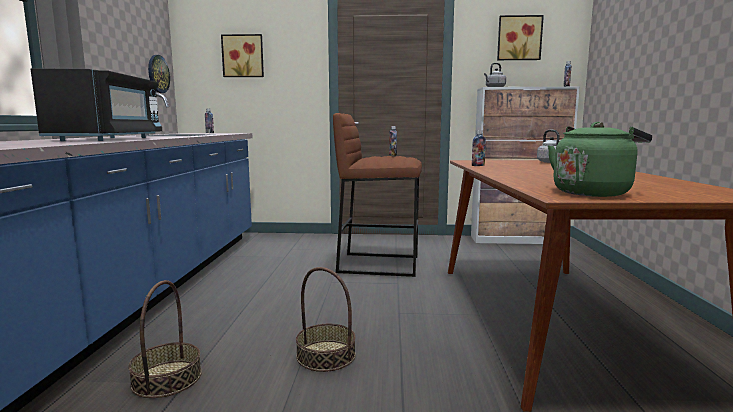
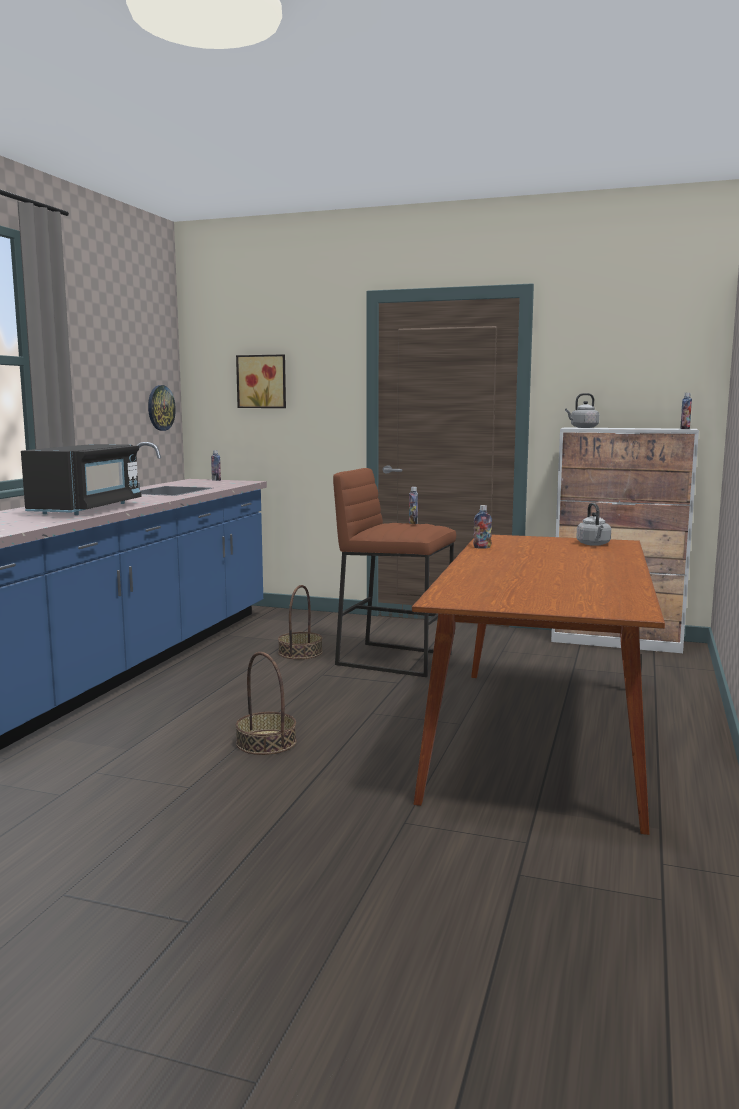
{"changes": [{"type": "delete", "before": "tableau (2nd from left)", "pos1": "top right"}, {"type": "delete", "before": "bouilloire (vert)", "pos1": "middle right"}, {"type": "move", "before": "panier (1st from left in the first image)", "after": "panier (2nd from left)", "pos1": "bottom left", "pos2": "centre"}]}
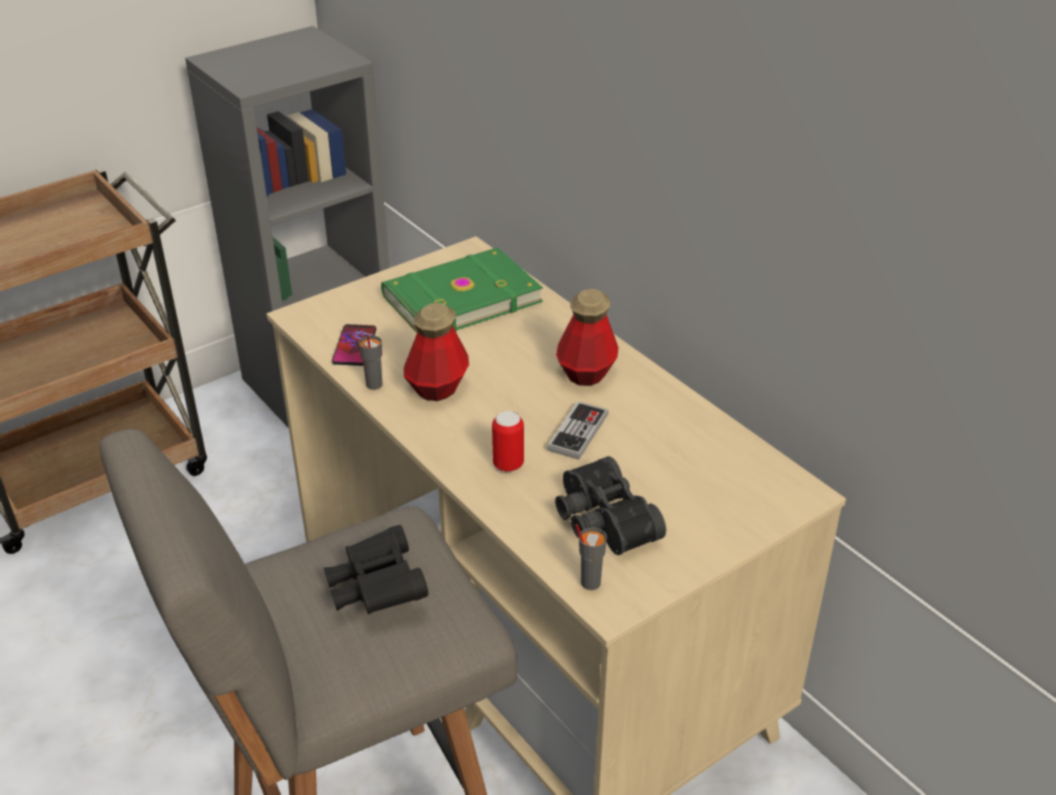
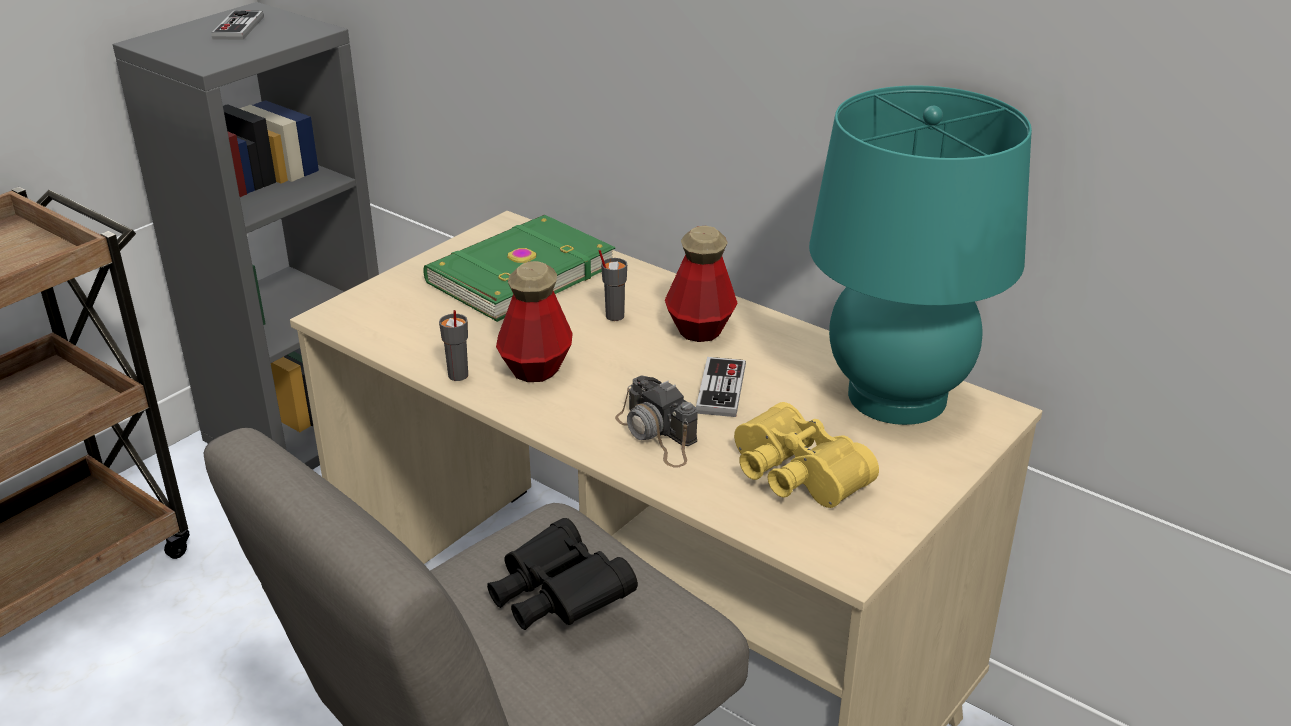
{"changes": [{"type": "delete", "before": "téléphone", "pos1": "centre"}, {"type": "replace", "before": "boîte métallique", "after": "appareil photo", "pos1": "centre", "pos2": "centre"}, {"type": "recolor", "before": "jumelles (noir) (2nd from left)", "after": "jumelles (jaune)", "pos1": "centre", "pos2": "centre"}, {"type": "move", "before": "tasse (gris) (2nd from left)", "pos1": "bottom centre", "pos2": "centre"}, {"type": "insert", "after": "manette (1st from left)", "pos2": "top left"}, {"type": "insert", "after": "lampe de table (turquoise)", "pos2": "middle right"}]}
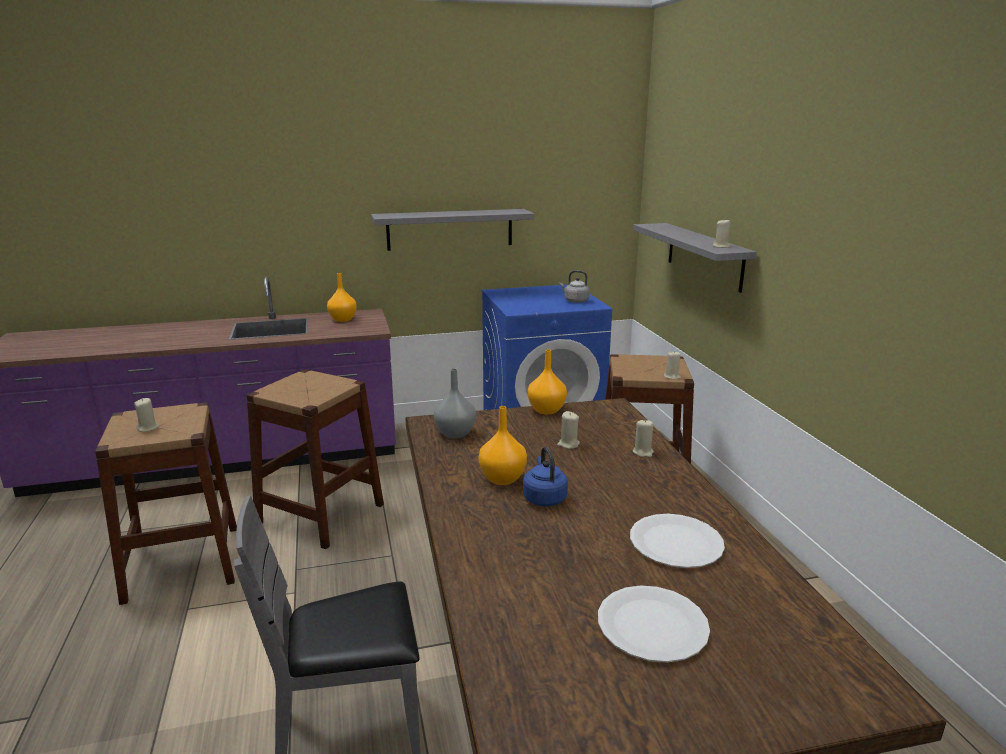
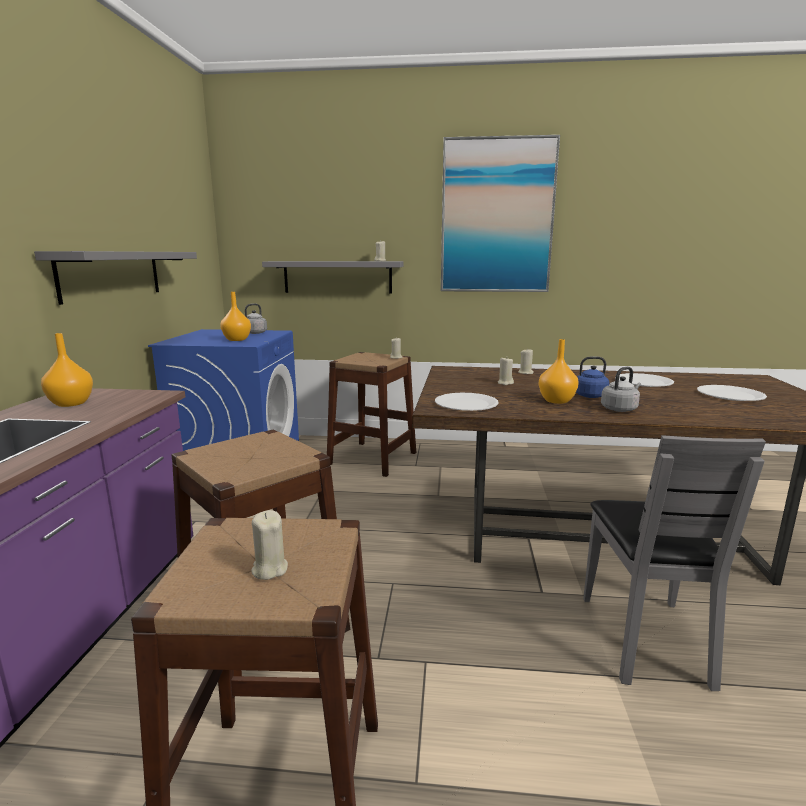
{"changes": [{"type": "move", "before": "vase (orange) (3rd from left in the first image)", "after": "vase (orange) (2nd from left)", "pos1": "centre", "pos2": "middle left"}, {"type": "replace", "before": "vase (gris)", "after": "assiette (blanc) (1st from left)", "pos1": "centre", "pos2": "centre"}, {"type": "insert", "after": "tableau", "pos2": "top centre"}, {"type": "insert", "after": "bouilloire (gris) (2nd from left)", "pos2": "middle right"}]}
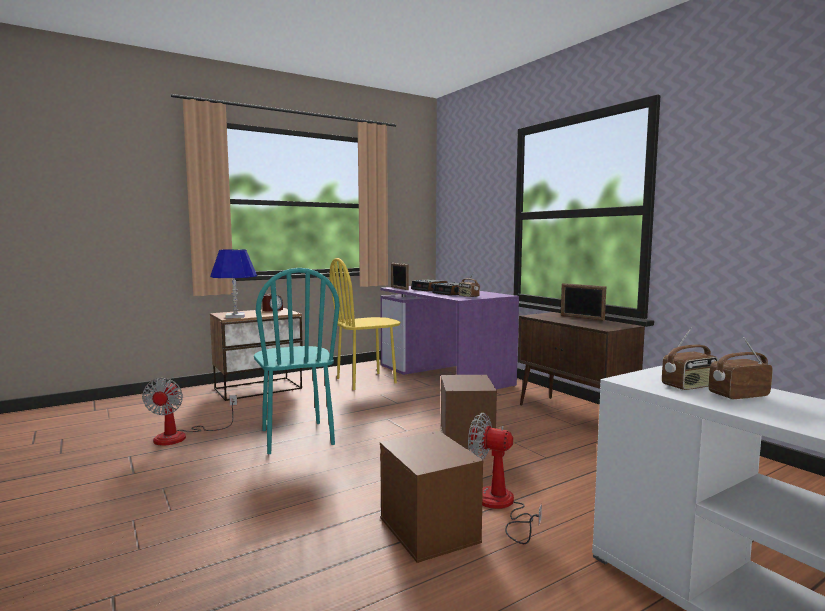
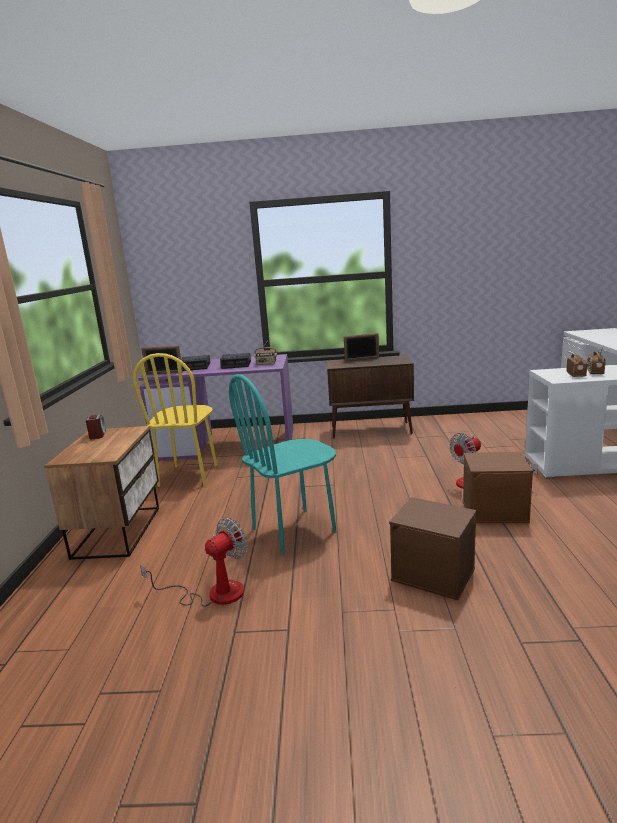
{"changes": [{"type": "delete", "before": "lampe de table (bleu)", "pos1": "middle left"}, {"type": "rotate", "before": "chaise (turquoise)", "pos1": "centre", "pos2": "centre", "turn": 135}, {"type": "move", "before": "boîte de rangement (marron) (2nd from left in the first image)", "after": "boîte de rangement (marron) (1st from left)", "pos1": "bottom centre", "pos2": "middle right"}, {"type": "rotate", "before": "ventilateur (1st from left)", "pos1": "bottom left", "pos2": "bottom left", "turn": -75}]}
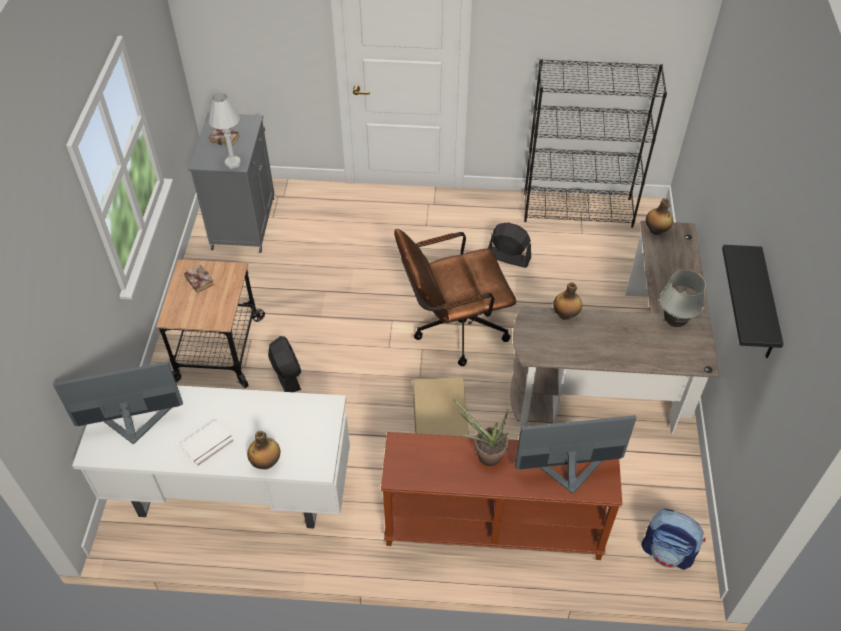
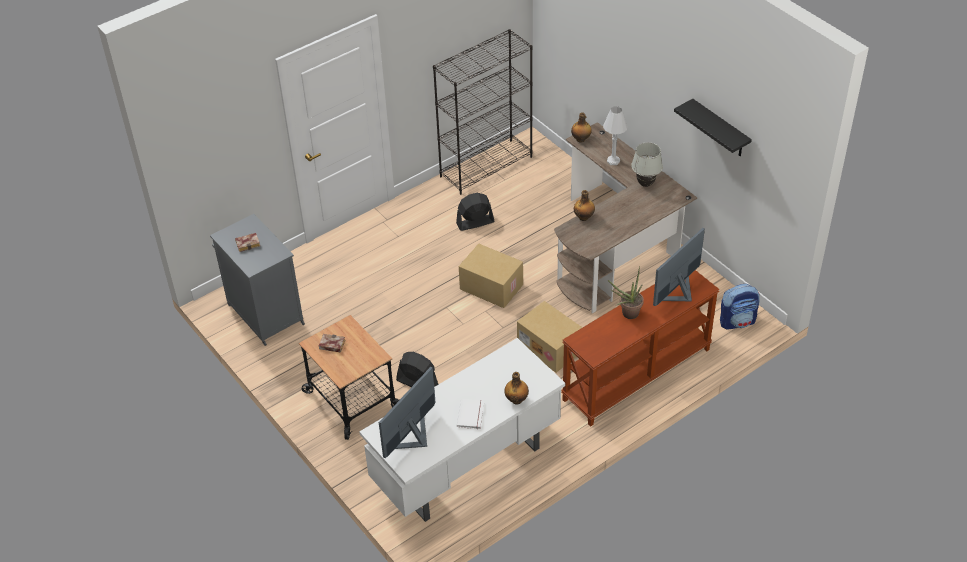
{"changes": [{"type": "move", "before": "lampe de table (blanc) (1st from left)", "pos1": "top left", "pos2": "top centre"}, {"type": "replace", "before": "chaise de bureau (marron)", "after": "carton (1st from left)", "pos1": "centre", "pos2": "centre"}]}
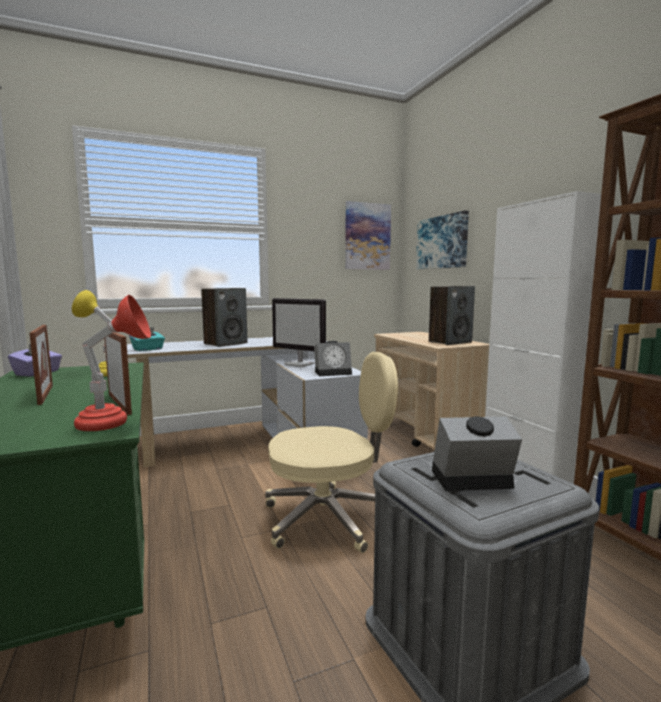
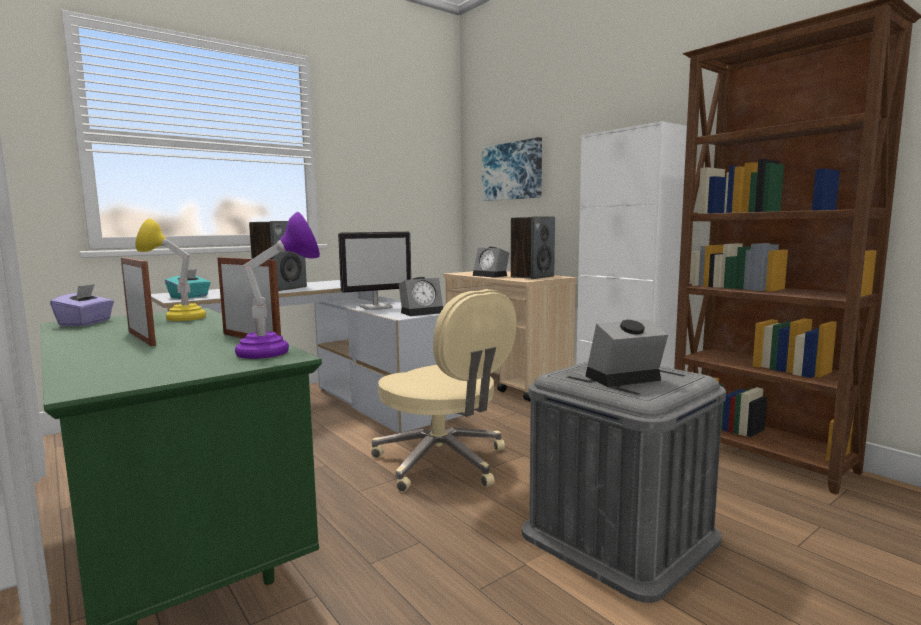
{"changes": [{"type": "delete", "before": "tableau (1st from left)", "pos1": "centre"}, {"type": "recolor", "before": "lampe de table (rouge)", "after": "lampe de table (violet)", "pos1": "middle left", "pos2": "middle left"}, {"type": "rotate", "before": "écran d'ordinateur", "pos1": "centre", "pos2": "centre", "turn": -45}, {"type": "rotate", "before": "chaise de bureau (beige)", "pos1": "centre", "pos2": "centre", "turn": 75}, {"type": "insert", "after": "réveil (2nd from left)", "pos2": "centre"}]}
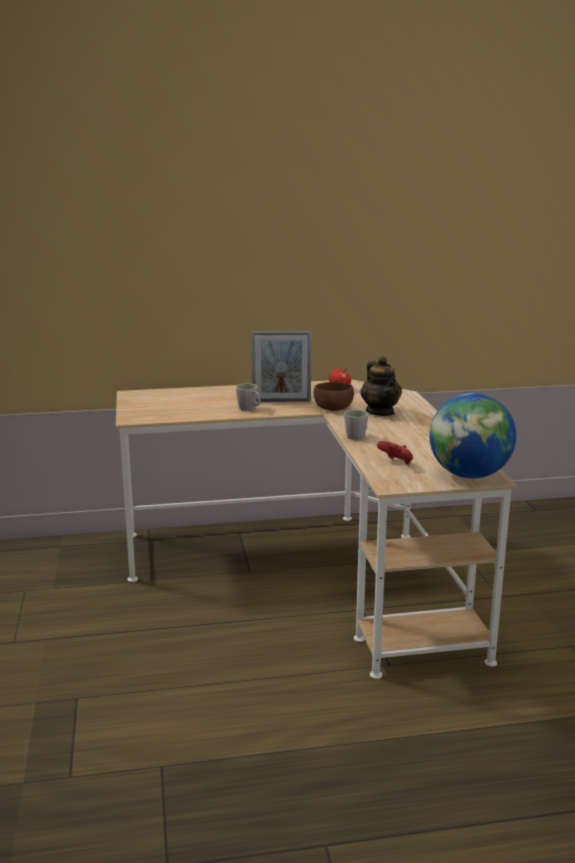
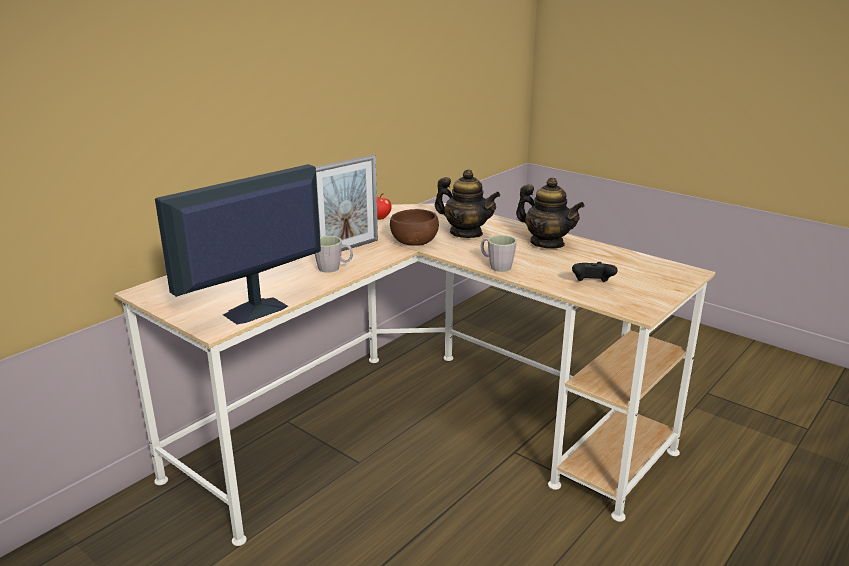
{"changes": [{"type": "delete", "before": "globe", "pos1": "middle right"}, {"type": "recolor", "before": "manette (rouge)", "after": "manette (noir)", "pos1": "middle right", "pos2": "middle right"}, {"type": "insert", "after": "écran d'ordinateur", "pos2": "middle left"}, {"type": "insert", "after": "théière (2nd from left)", "pos2": "centre"}]}
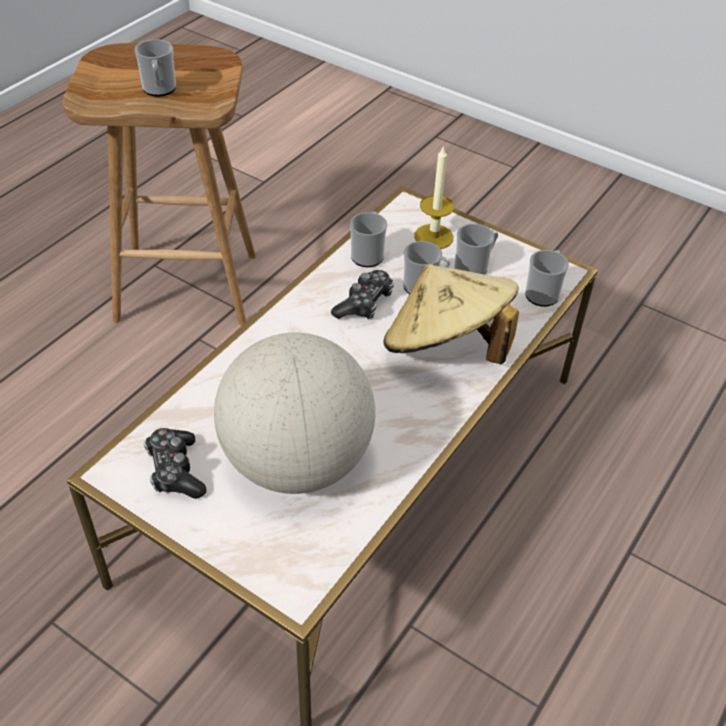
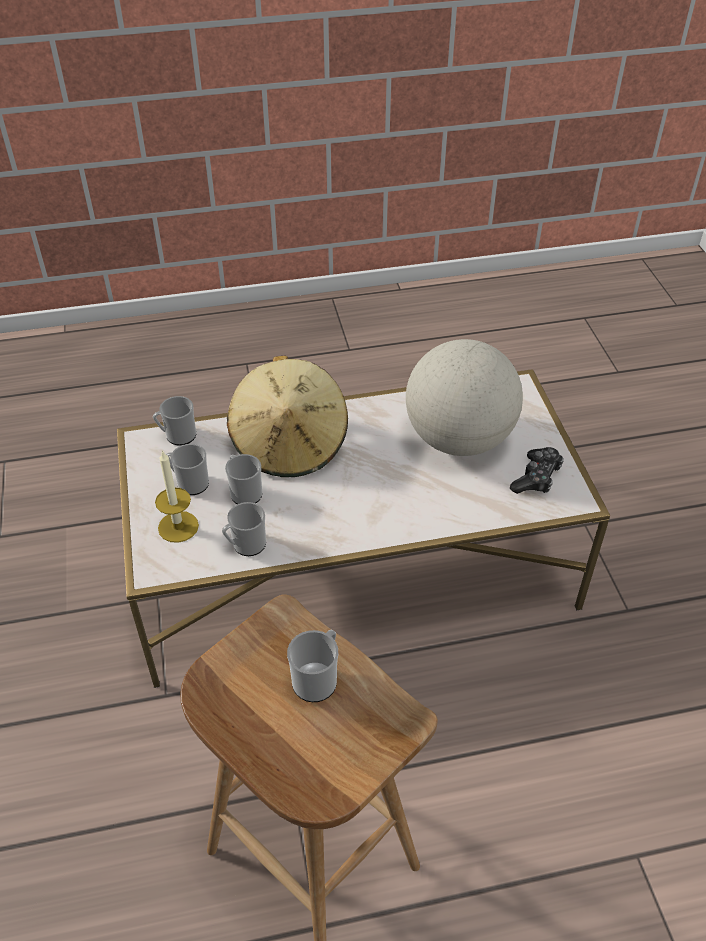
{"changes": [{"type": "delete", "before": "manette (2nd from left)", "pos1": "centre"}]}
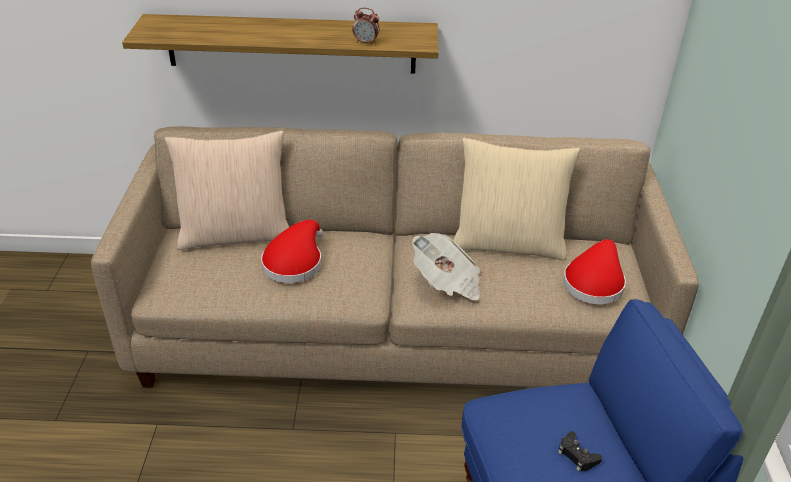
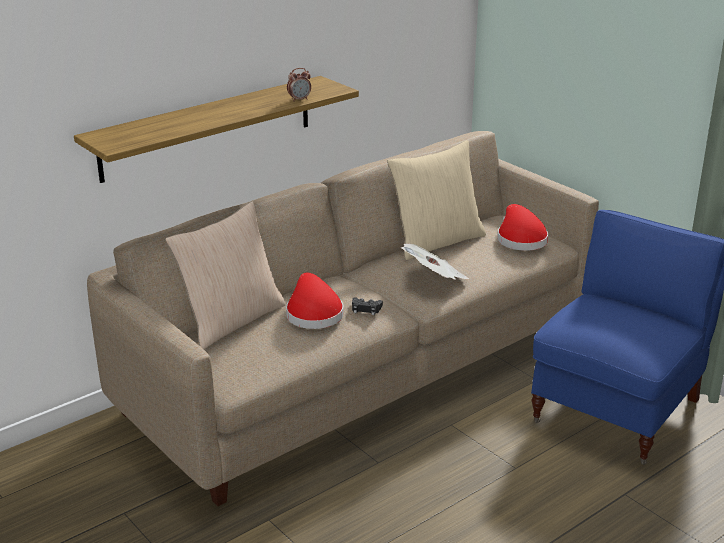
{"changes": [{"type": "move", "before": "manette (noir)", "pos1": "bottom right", "pos2": "centre"}]}
